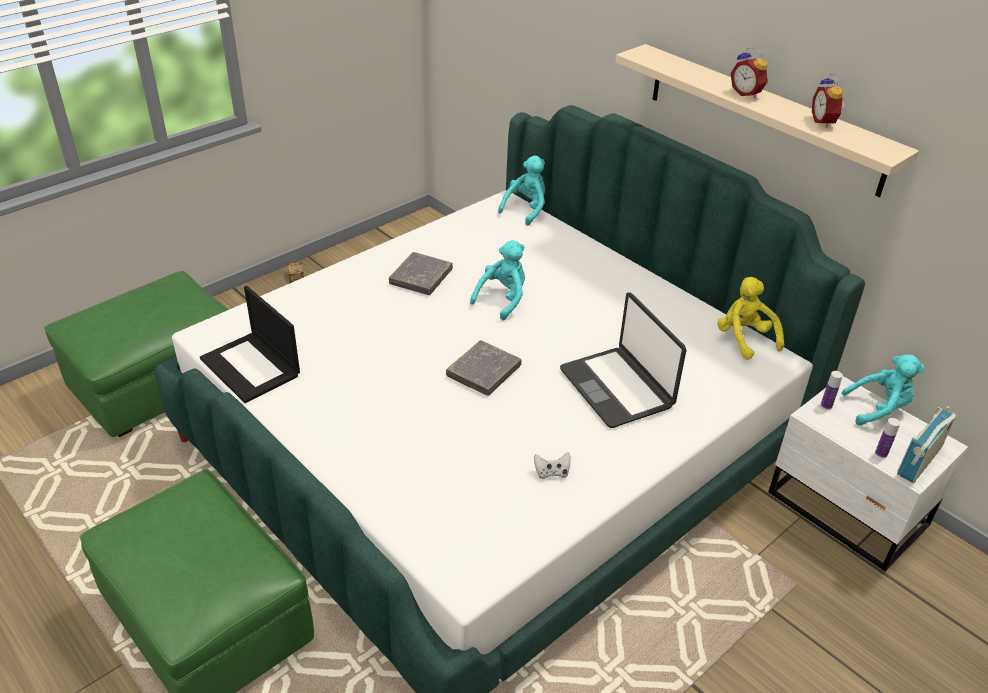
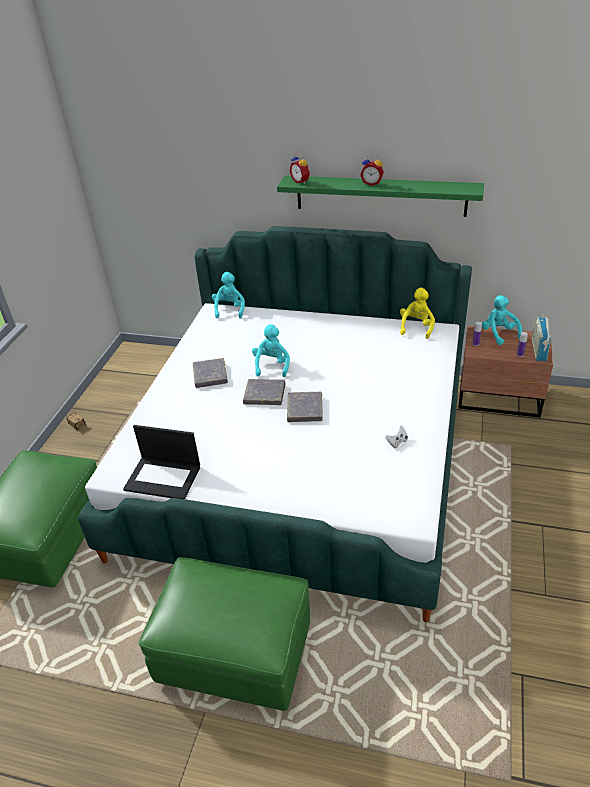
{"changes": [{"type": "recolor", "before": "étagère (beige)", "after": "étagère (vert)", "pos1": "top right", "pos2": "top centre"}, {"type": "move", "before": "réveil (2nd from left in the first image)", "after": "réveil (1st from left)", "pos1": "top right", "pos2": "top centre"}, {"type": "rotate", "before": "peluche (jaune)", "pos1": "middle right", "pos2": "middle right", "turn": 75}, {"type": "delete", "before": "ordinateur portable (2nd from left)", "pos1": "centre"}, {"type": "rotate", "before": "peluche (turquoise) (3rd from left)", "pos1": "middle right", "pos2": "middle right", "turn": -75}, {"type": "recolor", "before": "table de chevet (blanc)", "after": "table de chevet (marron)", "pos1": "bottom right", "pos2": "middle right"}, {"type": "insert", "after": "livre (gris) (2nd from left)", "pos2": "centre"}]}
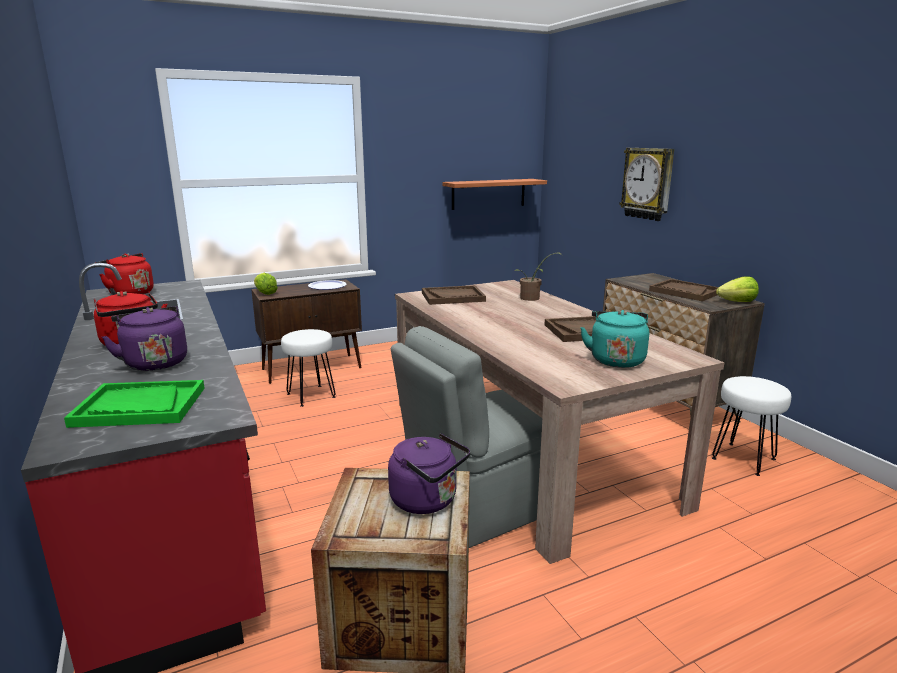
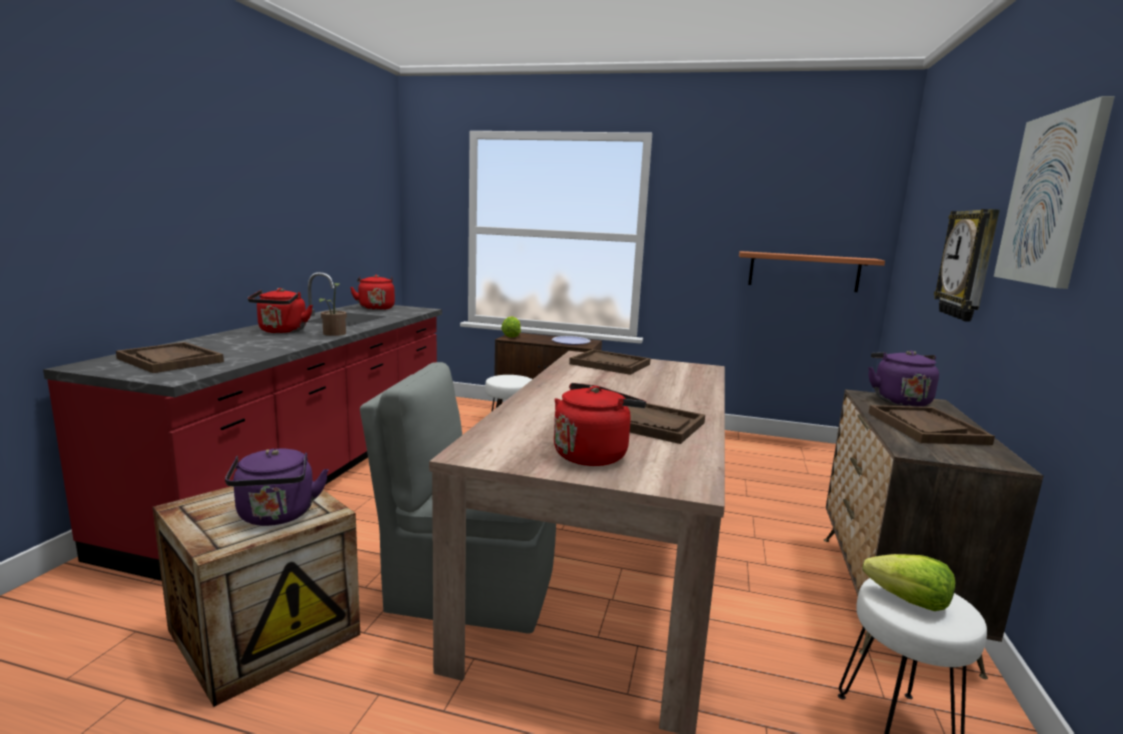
{"changes": [{"type": "move", "before": "plante en pot", "pos1": "centre", "pos2": "middle left"}, {"type": "move", "before": "laitue (2nd from left)", "pos1": "middle right", "pos2": "bottom right"}, {"type": "move", "before": "bouilloire (violet) (1st from left in the first image)", "after": "bouilloire (violet) (2nd from left)", "pos1": "middle left", "pos2": "middle right"}, {"type": "recolor", "before": "bouilloire (turquoise)", "after": "bouilloire (rouge) (3rd from left)", "pos1": "middle right", "pos2": "centre"}, {"type": "recolor", "before": "plateau (vert)", "after": "plateau (marron) (1st from left)", "pos1": "middle left", "pos2": "middle left"}, {"type": "insert", "after": "tableau", "pos2": "top right"}]}
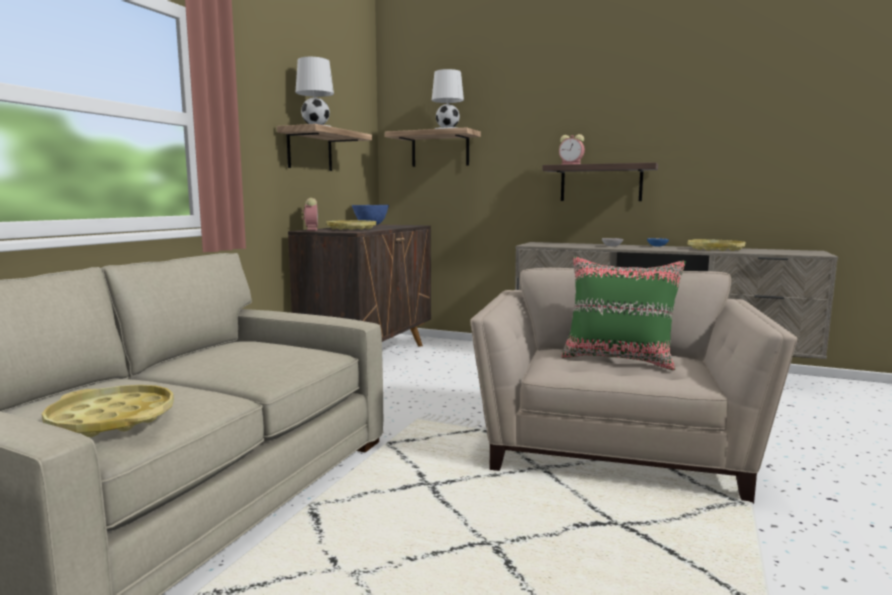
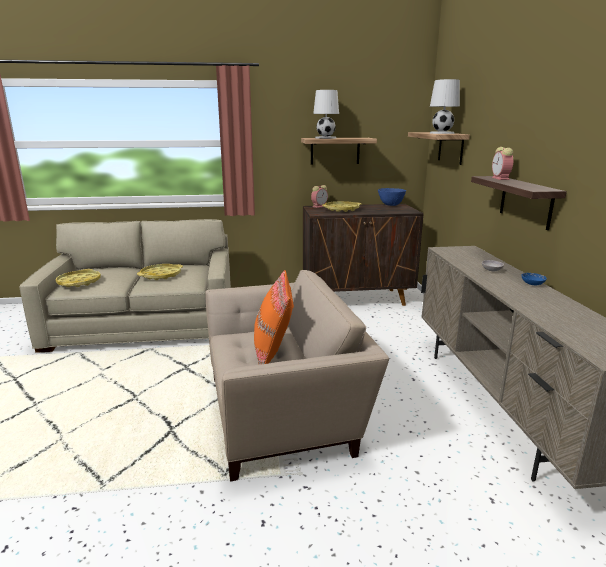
{"changes": [{"type": "move", "before": "plateau (jaune) (3rd from left in the first image)", "after": "plateau (jaune) (2nd from left)", "pos1": "middle right", "pos2": "middle left"}, {"type": "recolor", "before": "coussin (vert)", "after": "coussin (orange)", "pos1": "middle right", "pos2": "centre"}]}
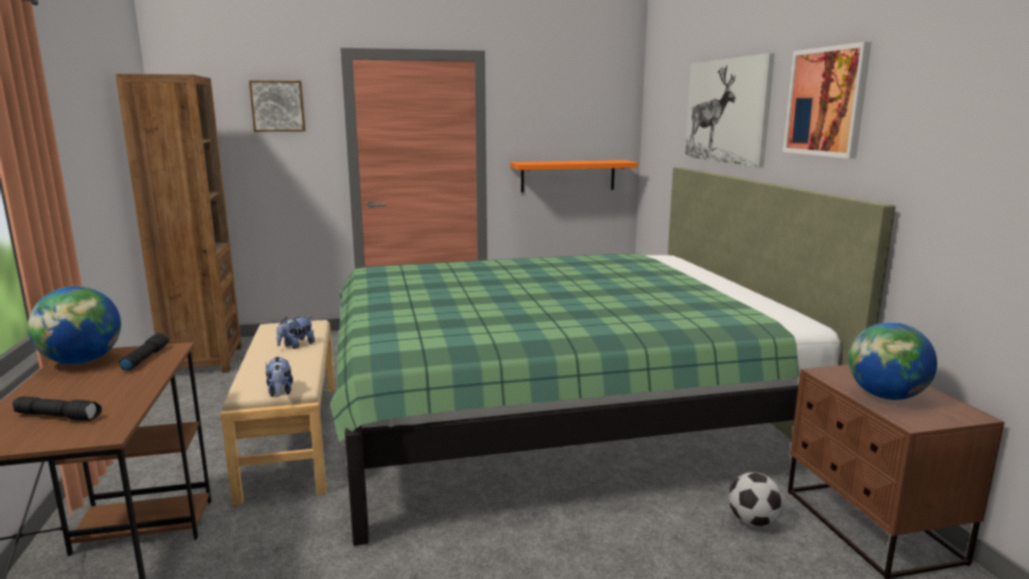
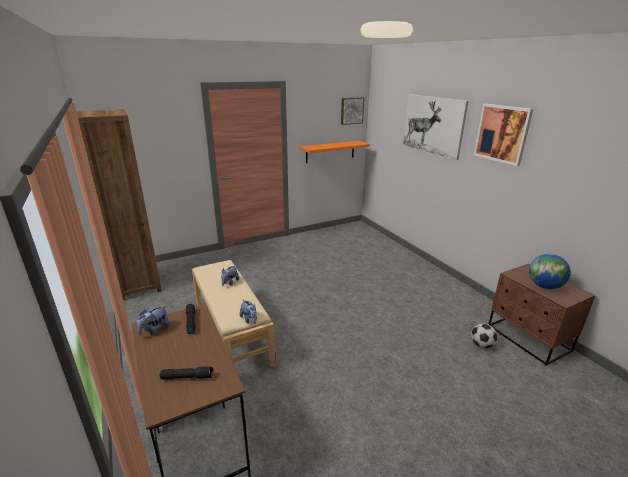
{"changes": [{"type": "move", "before": "tableau (1st from left)", "pos1": "top left", "pos2": "top centre"}, {"type": "delete", "before": "lit (vert)", "pos1": "centre"}, {"type": "replace", "before": "globe (1st from left)", "after": "peluche (1st from left)", "pos1": "middle left", "pos2": "bottom left"}]}
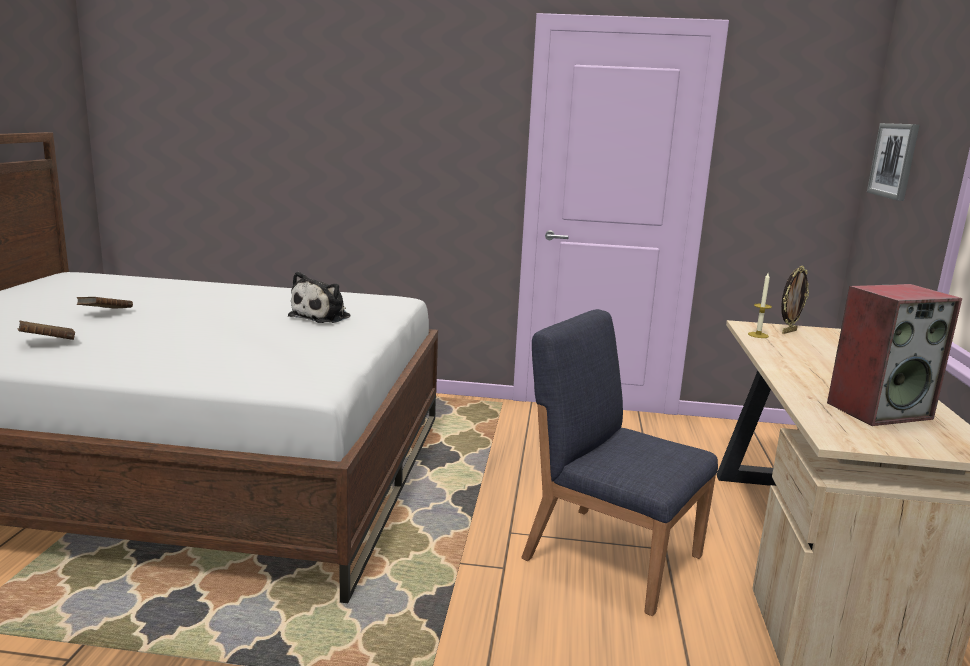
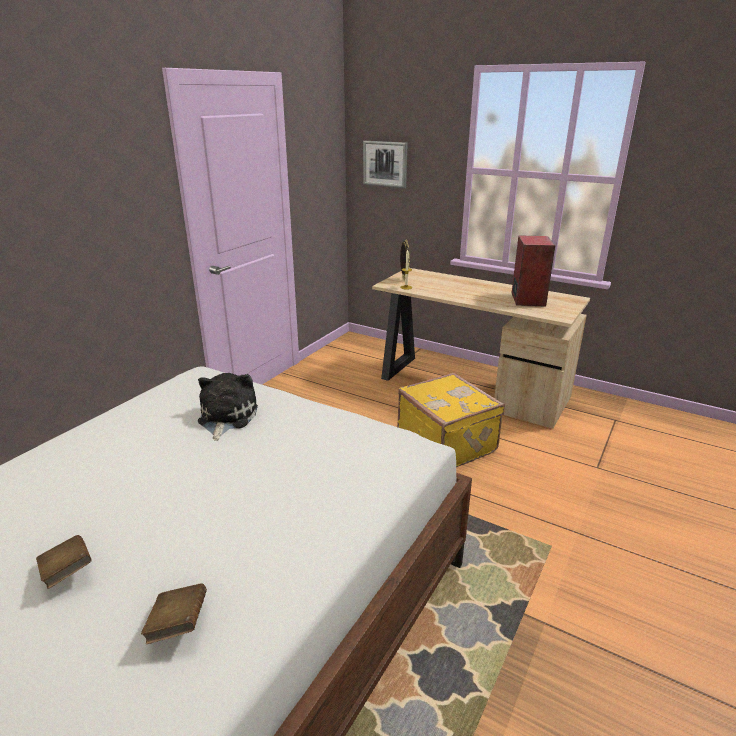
{"changes": [{"type": "rotate", "before": "peluche", "pos1": "middle left", "pos2": "middle left", "turn": -135}, {"type": "replace", "before": "chaise (bleu)", "after": "valise (jaune)", "pos1": "bottom centre", "pos2": "centre"}]}
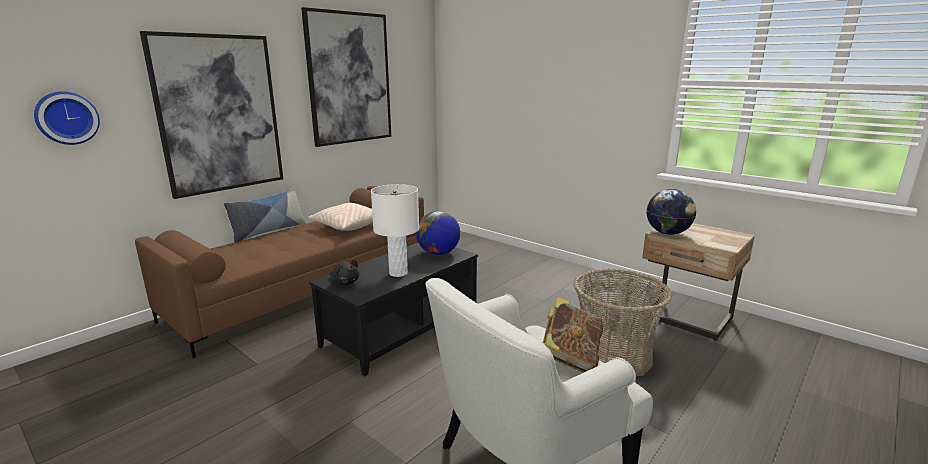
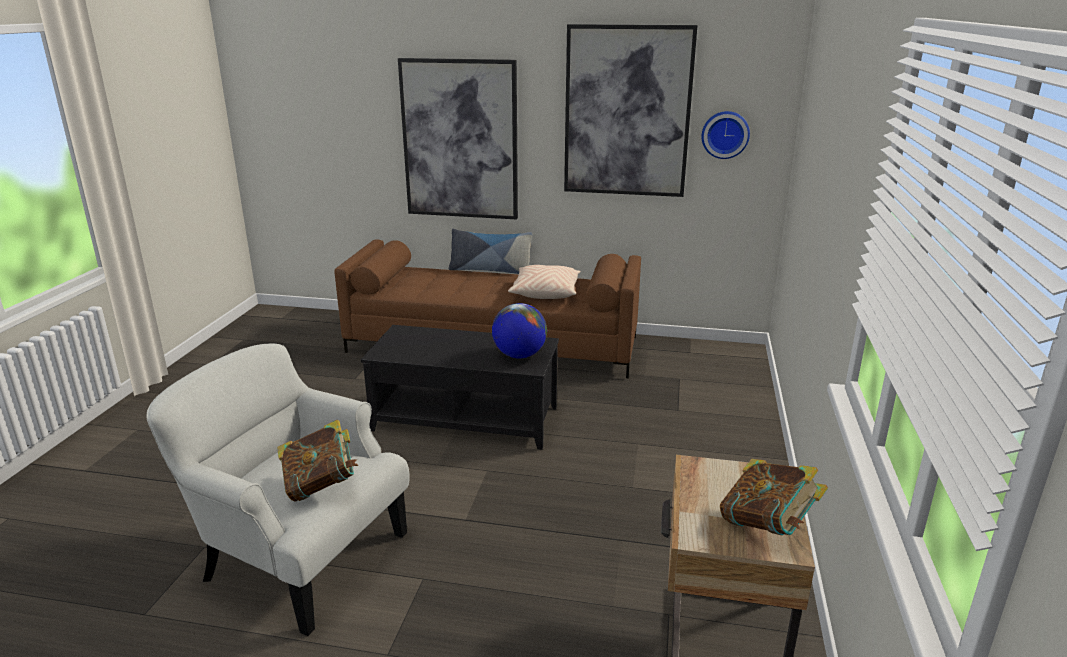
{"changes": [{"type": "move", "before": "horloge murale", "pos1": "top left", "pos2": "top right"}, {"type": "delete", "before": "lampe de table (blanc)", "pos1": "centre"}, {"type": "delete", "before": "globe (2nd from left)", "pos1": "middle right"}, {"type": "delete", "before": "peluche (noir)", "pos1": "centre"}, {"type": "delete", "before": "panier", "pos1": "bottom right"}, {"type": "insert", "after": "livre (2nd from left)", "pos2": "bottom right"}]}
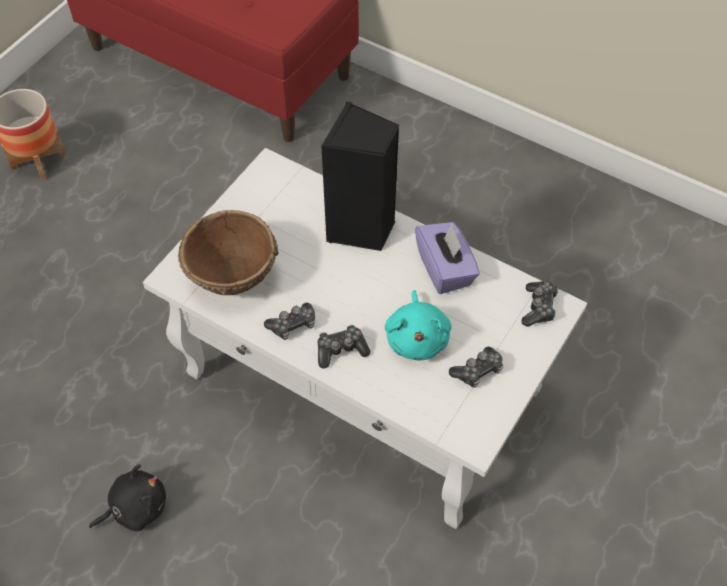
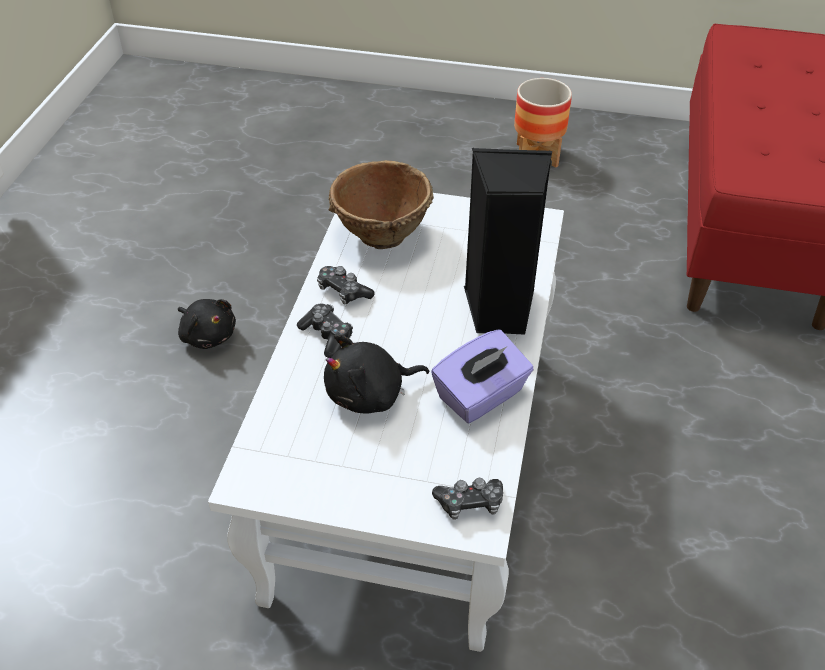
{"changes": [{"type": "recolor", "before": "peluche (turquoise)", "after": "peluche (noir) (2nd from left)", "pos1": "centre", "pos2": "centre"}, {"type": "delete", "before": "manette (3rd from left)", "pos1": "centre"}]}
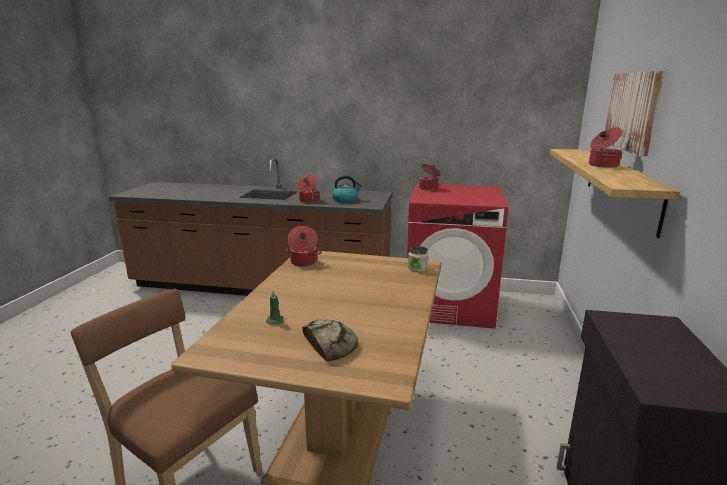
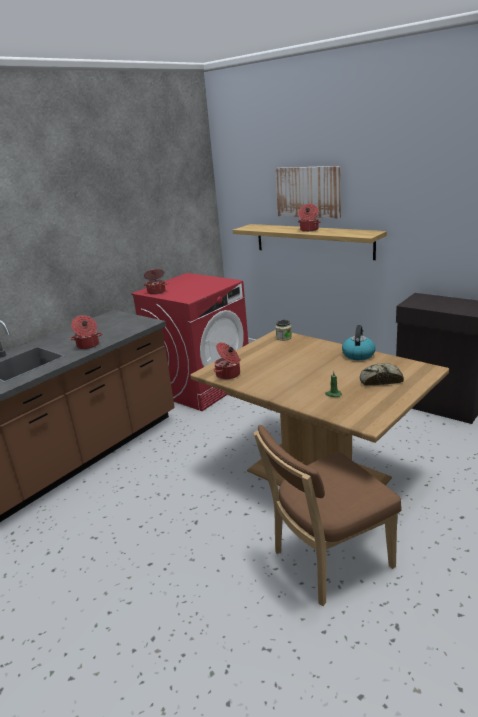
{"changes": [{"type": "move", "before": "bouilloire", "pos1": "centre", "pos2": "middle right"}]}
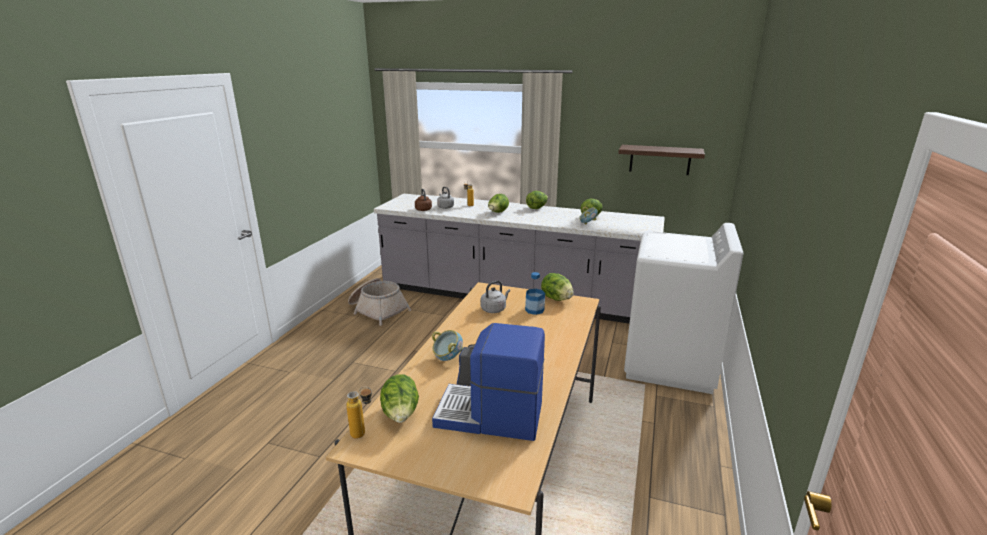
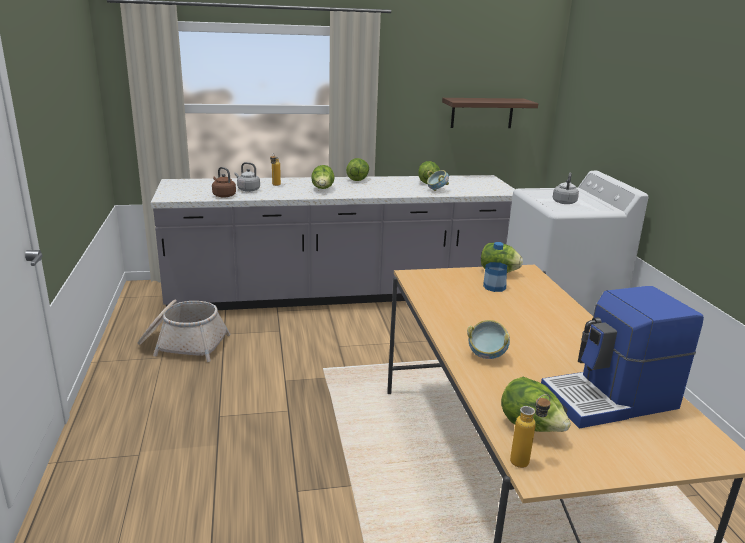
{"changes": [{"type": "move", "before": "bouilloire (gris) (2nd from left)", "pos1": "centre", "pos2": "middle right"}]}
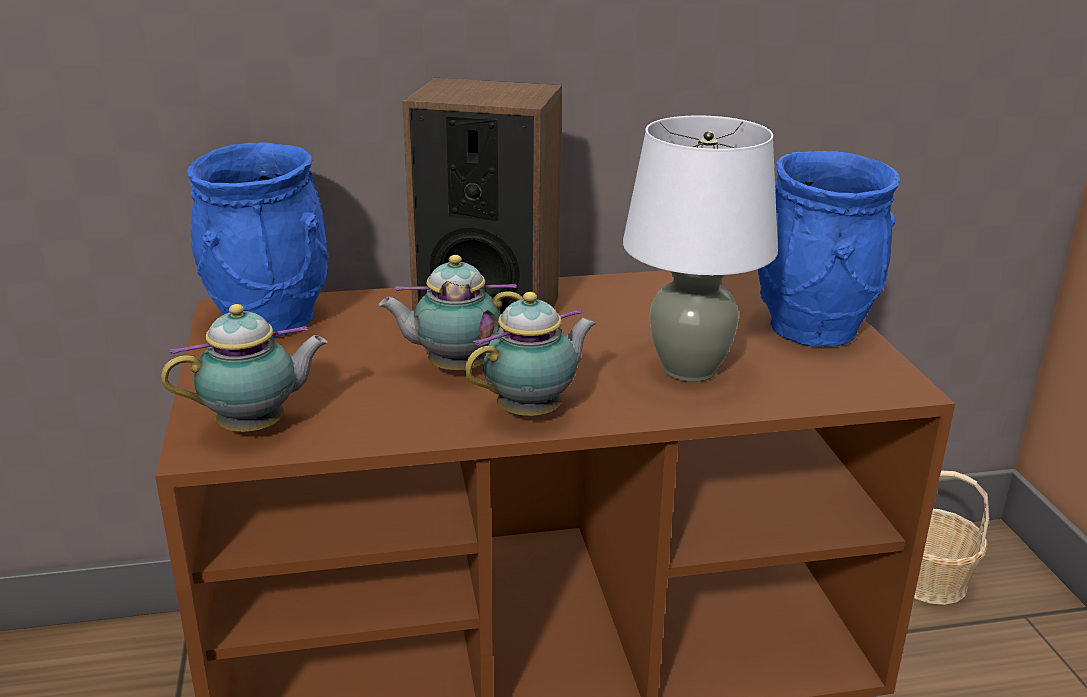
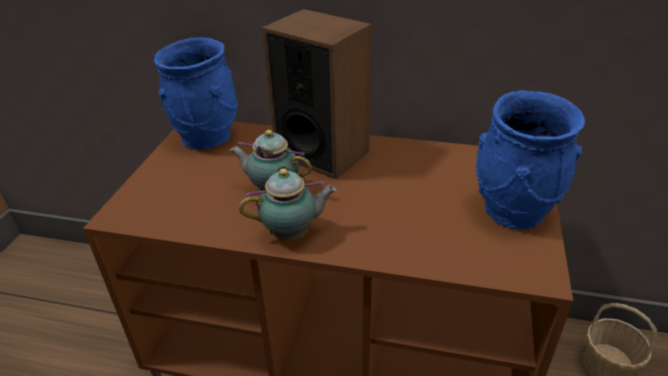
{"changes": [{"type": "delete", "before": "lampe de table (gris)", "pos1": "centre"}, {"type": "delete", "before": "théière (1st from left)", "pos1": "middle left"}]}
